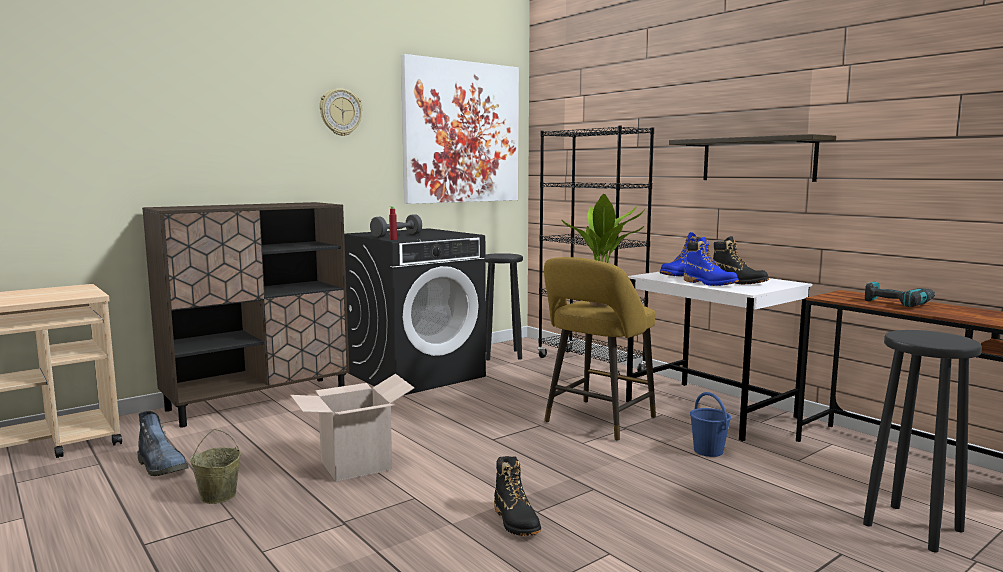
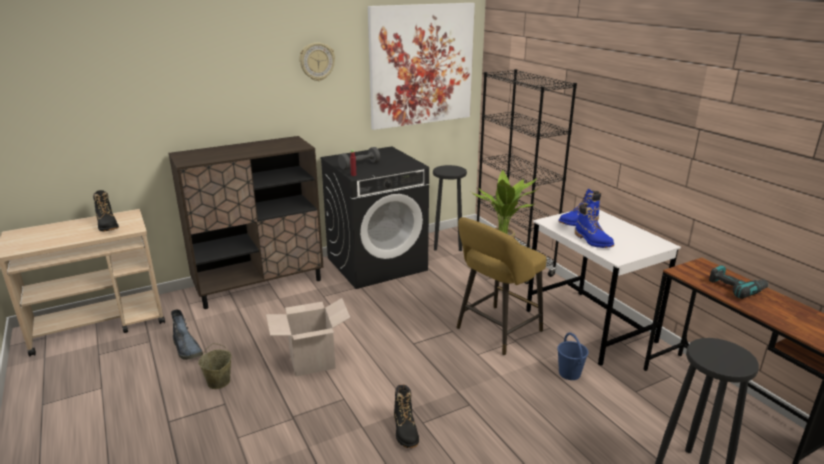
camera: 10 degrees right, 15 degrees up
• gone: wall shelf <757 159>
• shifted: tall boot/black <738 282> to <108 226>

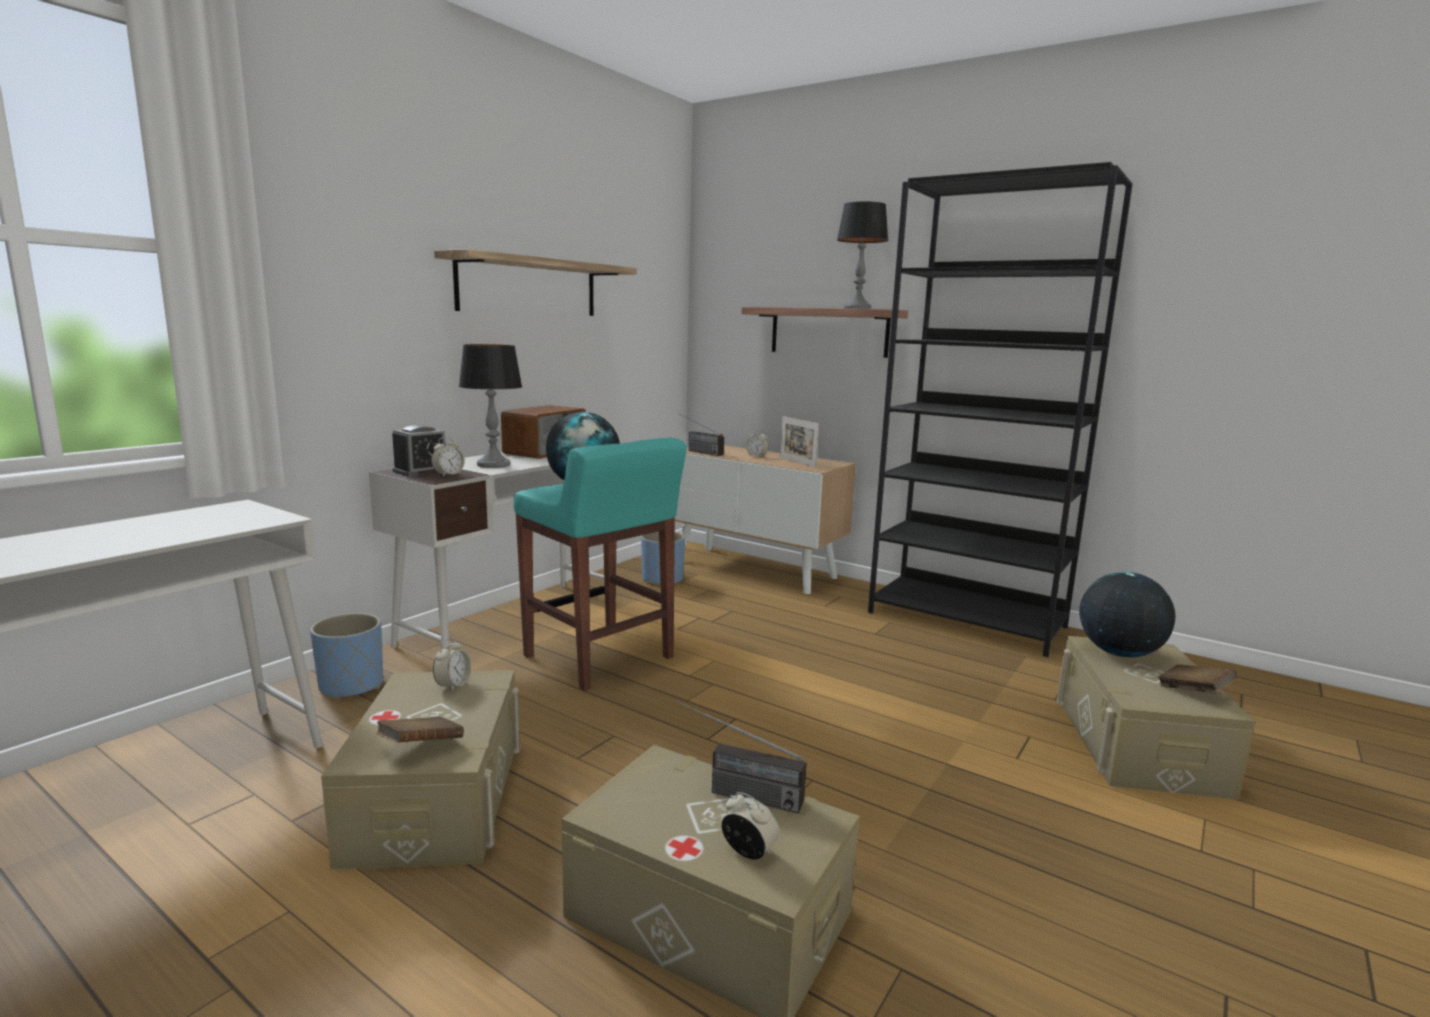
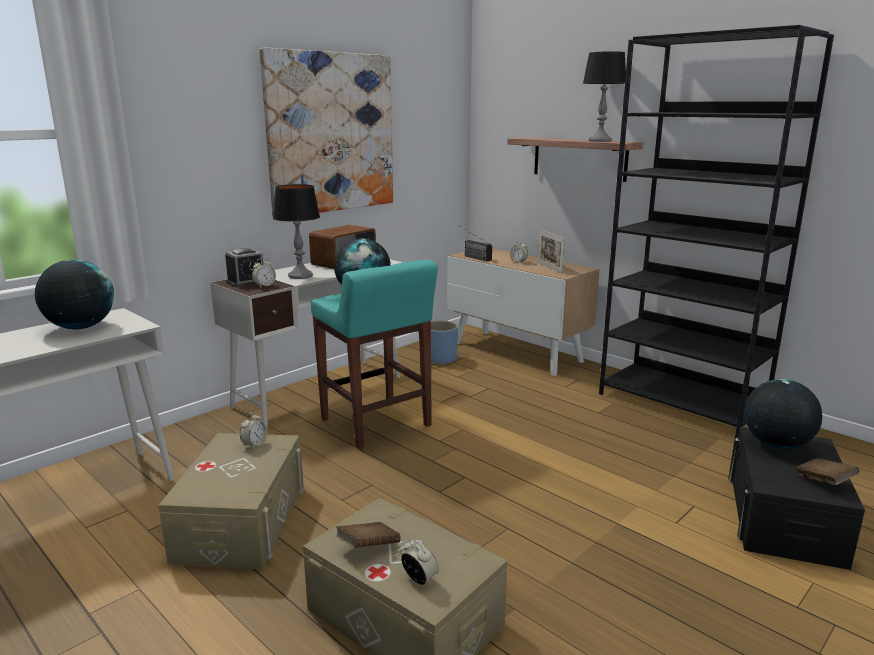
camera: 10 degrees right, 5 degrees up
• gone: flower pot/blue <351 686>
• shifted: bound book/brownish <421 747> to <368 547>
• swapped: wall shelf <529 287> to wall art <331 133>
• gone: radio <733 792>
• repainted: storage box/beige <1138 744> to storage box/black <784 518>
• new: globe <80 327>

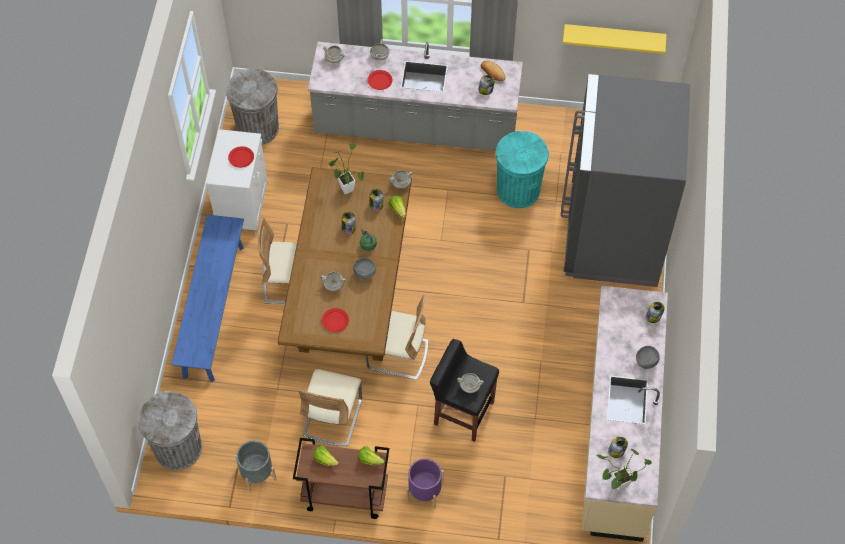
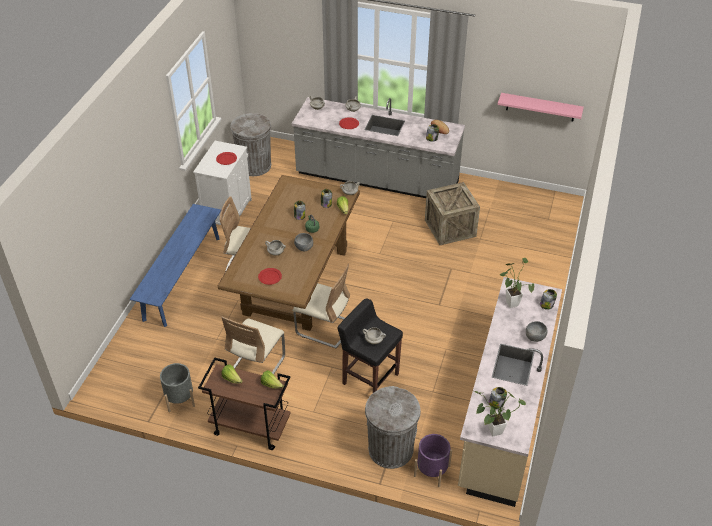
camera: 10 degrees right, 15 degrees down
• shifted: trash can/greyish <178 448> to <390 449>
• shifted: plant in a pot <346 187> to <511 302>
• shifted: flower pot/purple-coloured <424 491> to <432 471>
• swapped: trash can/turquoise <518 190> to shipping crate <450 228>
• gone: kitchen fridge/greyish <613 236>
• repainted: wall shelf/yellow-coloured <614 36> to wall shelf/pink <540 107>

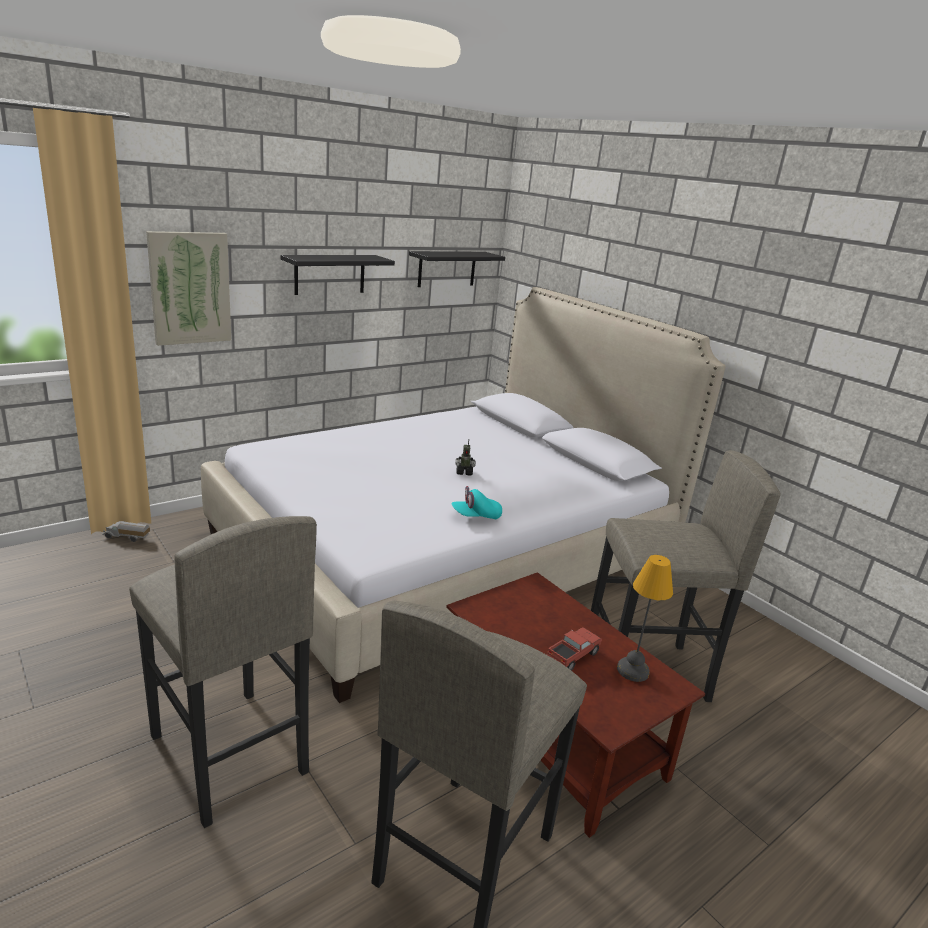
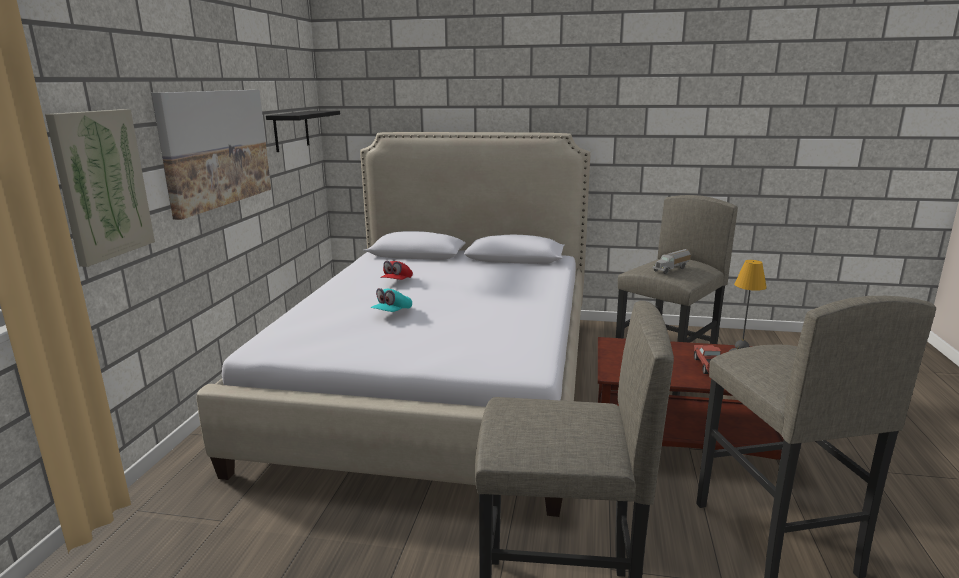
camera: 40 degrees left, 5 degrees down
• shifted: toy lorry <126 538> to <671 269>
• swapped: wall shelf/black <330 274> to wall art <216 148>
• shifted: baseball cap/turquoise <476 516> to <392 313>
• gone: robot figure <464 472>
• new: baseball cap/red-coloured <397 282>

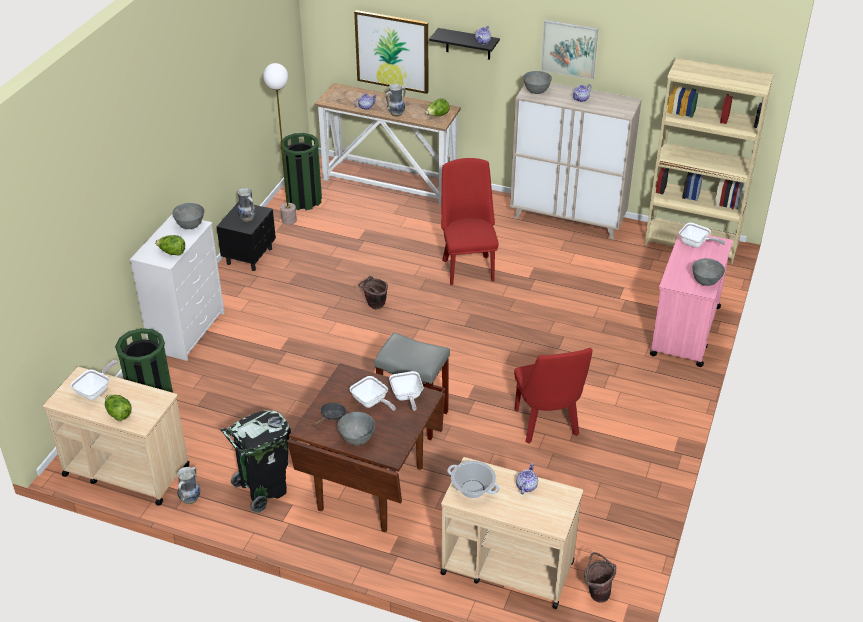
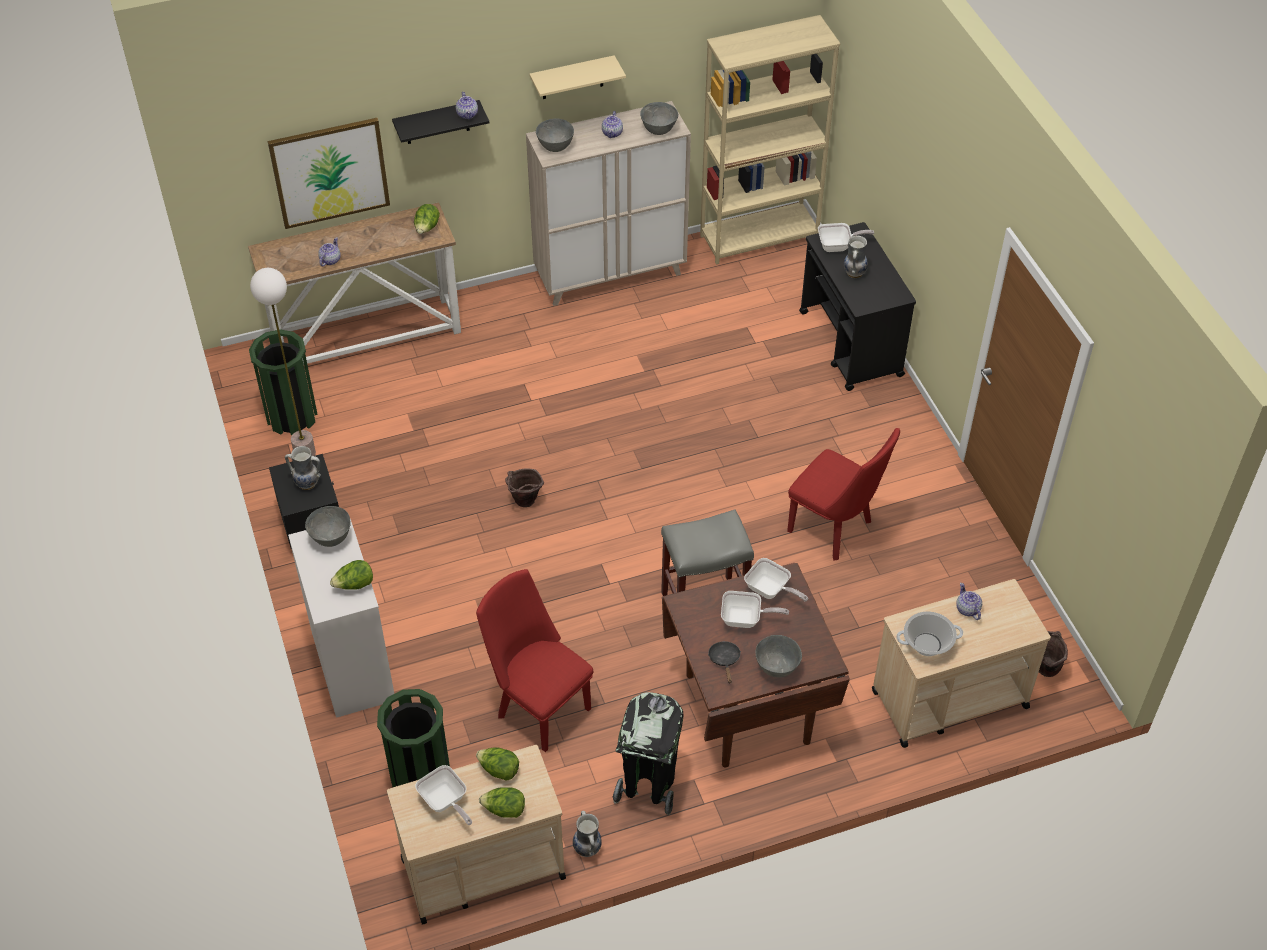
camera: 40 degrees left, 10 degrees up
• rotated: frying pan <96 391> = <445 802> 150 degrees clockwise
• shifted: vase <396 113> to <854 273>
• shifted: upright chair/red-coloured <467 267> to <538 707>
• swapped: wall art <569 49> to wall shelf/beige <572 78>
• repainted: cart/pink <685 331> to cart/black <851 344>
• shifted: serving bowl/greyish <705 282> to <658 130>
• new: lettuce head <499 770>

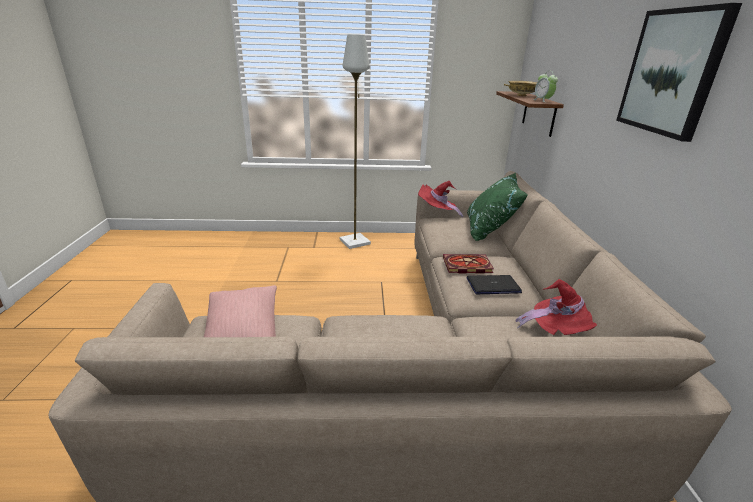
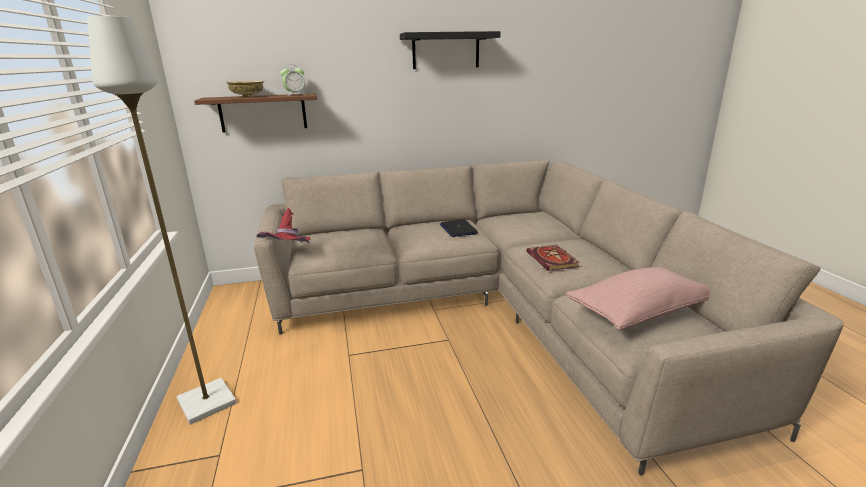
camera: 100 degrees left, 5 degrees down
• shifted: bound book <466 266> to <553 260>
• gone: throw pillow/green-coloured <489 230>
• gone: clothing hat/red-coloured <560 330>
• swapped: wall art <672 72> to wall shelf/black <446 50>

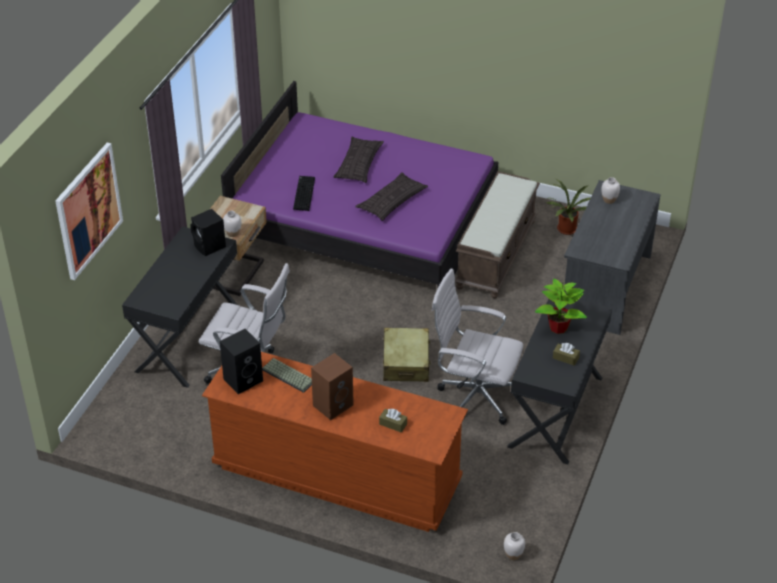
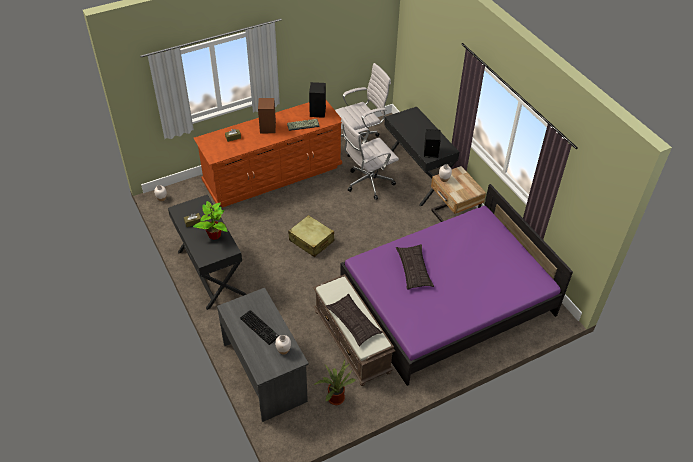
camera: 130 degrees right, 5 degrees up
• gone: wall art <88 210>
• shifted: keyboard <303 193> to <260 327>
• shifted: throw pillow <359 164> to <353 322>
• shifted: computer chair/whitish <473 397> to <360 142>

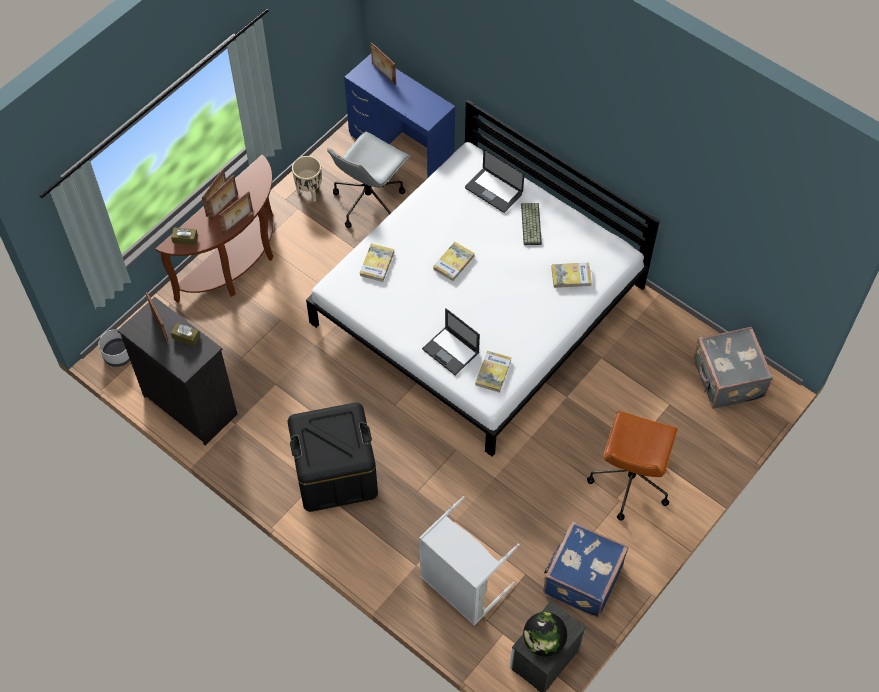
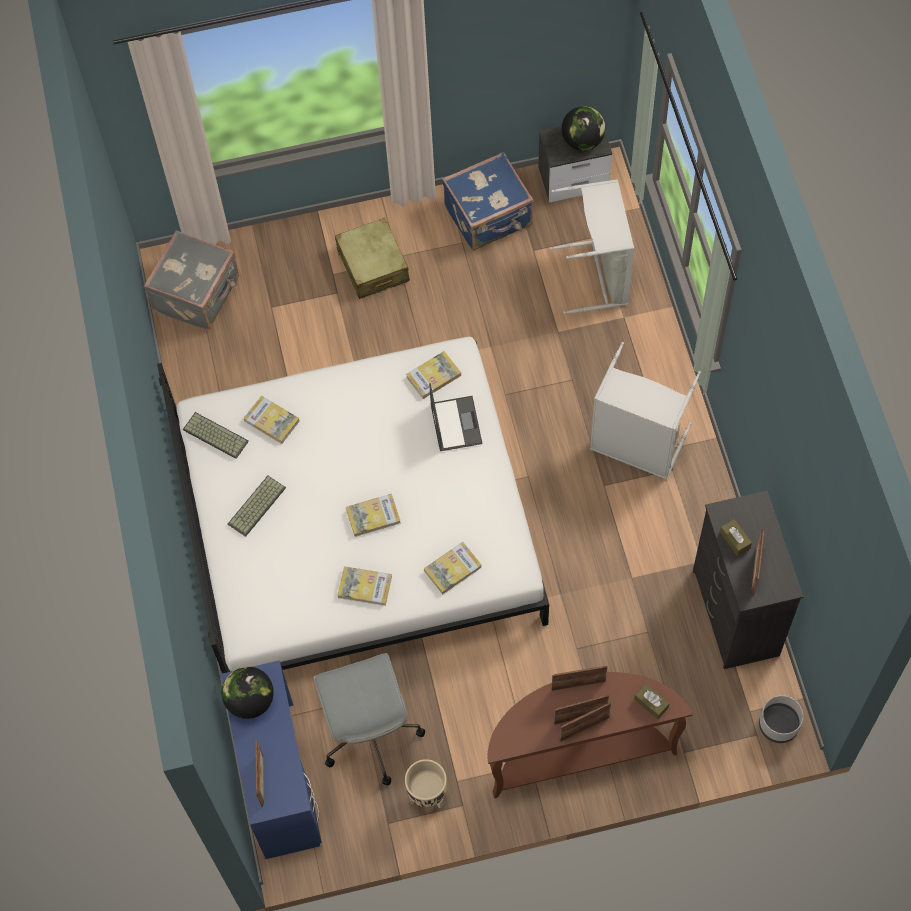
camera: 140 degrees left, 5 degrees up
• swapped: storage box/black <335 473> to hamper/greyish <636 446>
• rotated: computer chair/greyish <369 201> = <370 734> 90 degrees clockwise
• gone: laptop <493 191>
• swapped: computer chair/brownish <630 481> to piece of luggage/beige <373 266>
• new: keyboard <214 436>
• new: globe <250 701>
• new: bound book <365 587>

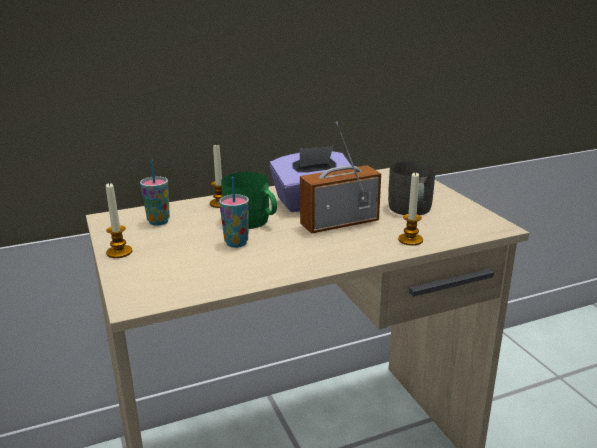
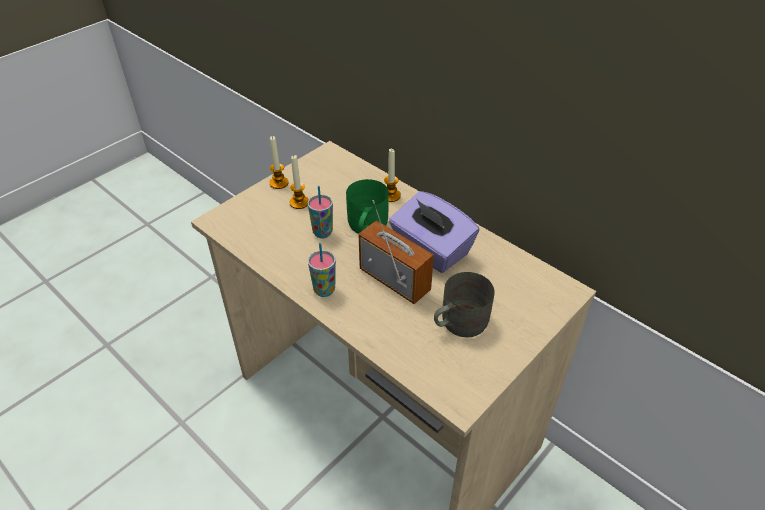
camera: 65 degrees right, 20 degrees up
• shifted: drinking cup <158 222> to <324 290>
• shifted: wax candle <410 240> to <299 202>

